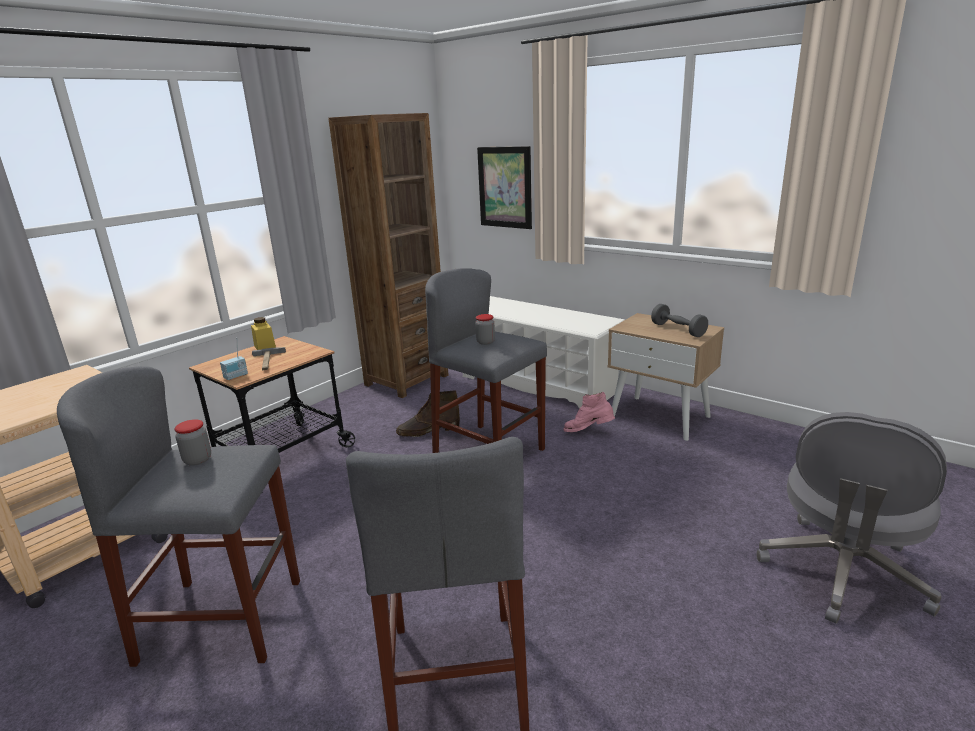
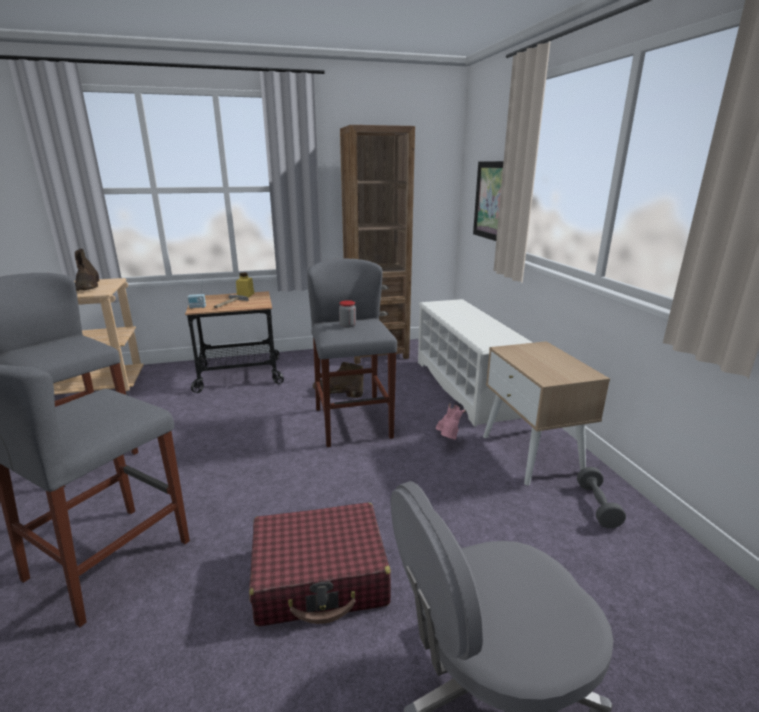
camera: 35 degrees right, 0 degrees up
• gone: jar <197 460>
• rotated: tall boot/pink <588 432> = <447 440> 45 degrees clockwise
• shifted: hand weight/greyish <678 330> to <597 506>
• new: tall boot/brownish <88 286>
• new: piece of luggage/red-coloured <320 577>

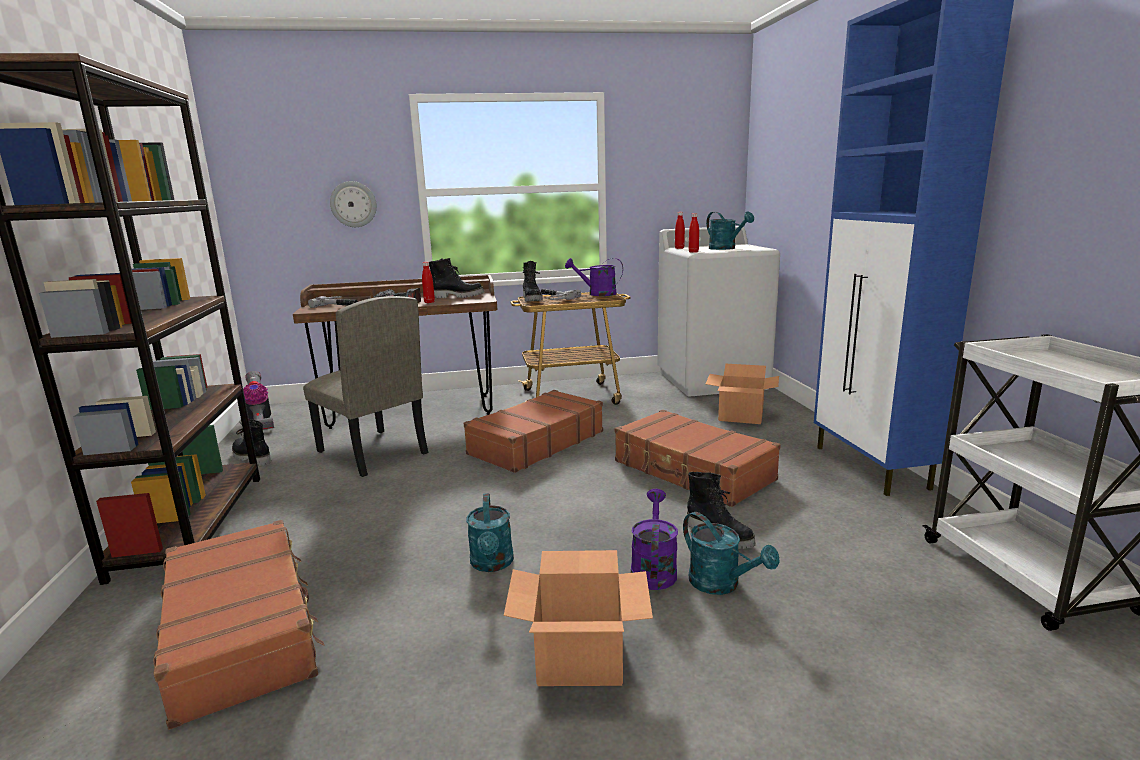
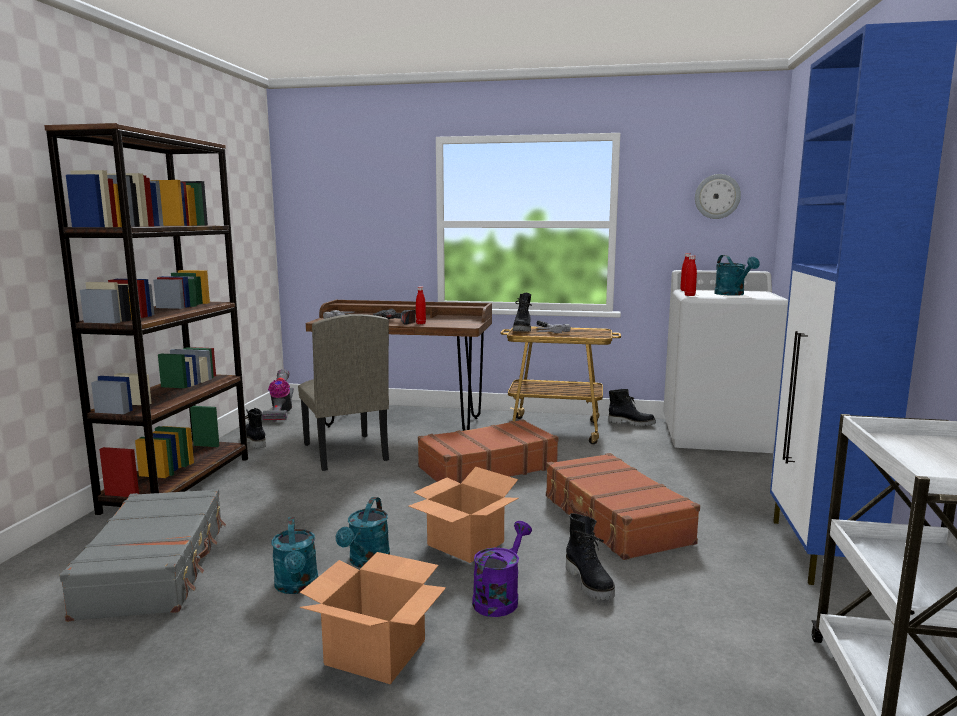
camera: 20 degrees right, 5 degrees down
• repainted: piece of luggage/brownish <243 630> to piece of luggage/greyish <156 568>
• shifted: wall clock <353 204> to <717 196>
• shifted: tall boot/black <458 296> to <631 423>
• gone: watering pot/purple-coloured <597 294>
• shifted: watering pot/turquoise <721 584> to <297 586>
• shifted: packing box <741 415> to <467 544>

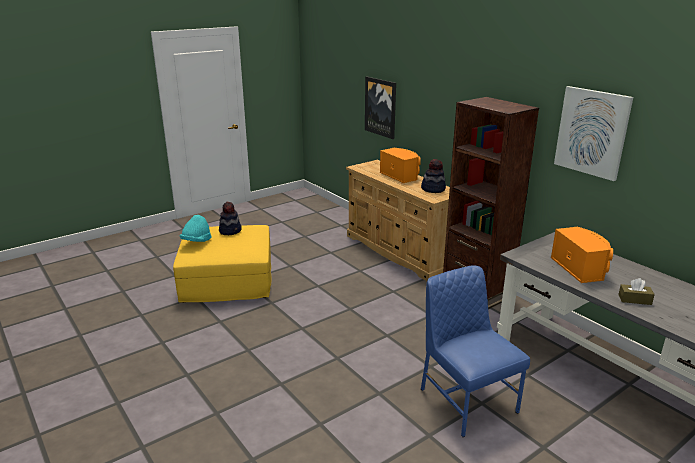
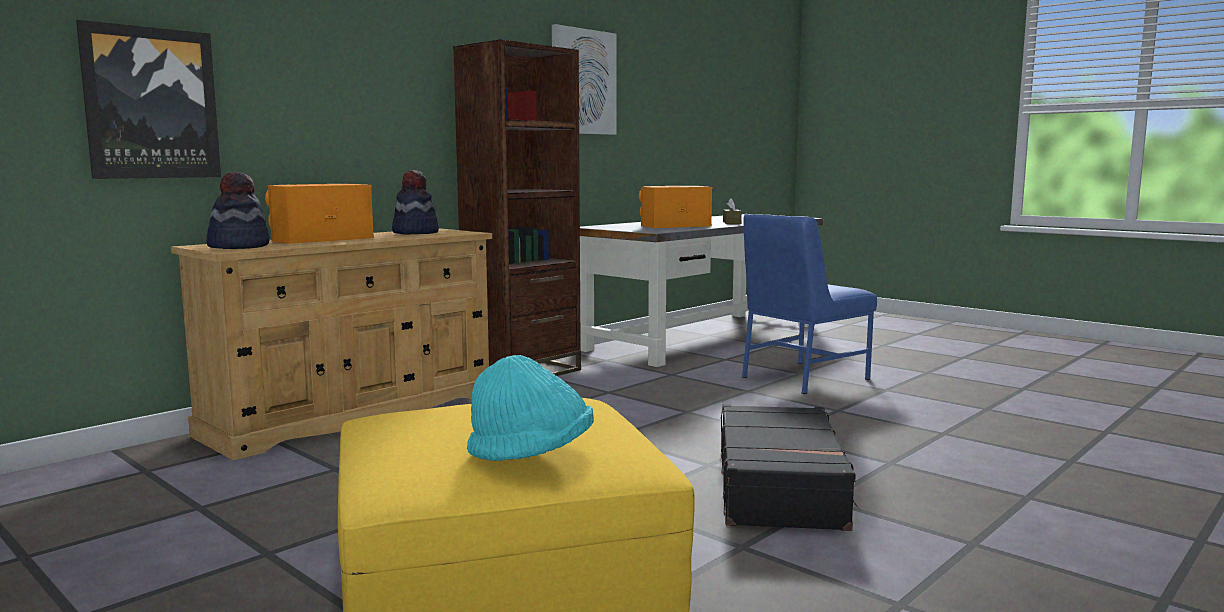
camera: 100 degrees left, 15 degrees down
• shifted: clothing hat <230 231> to <239 246>
• new: piece of luggage/black <781 486>

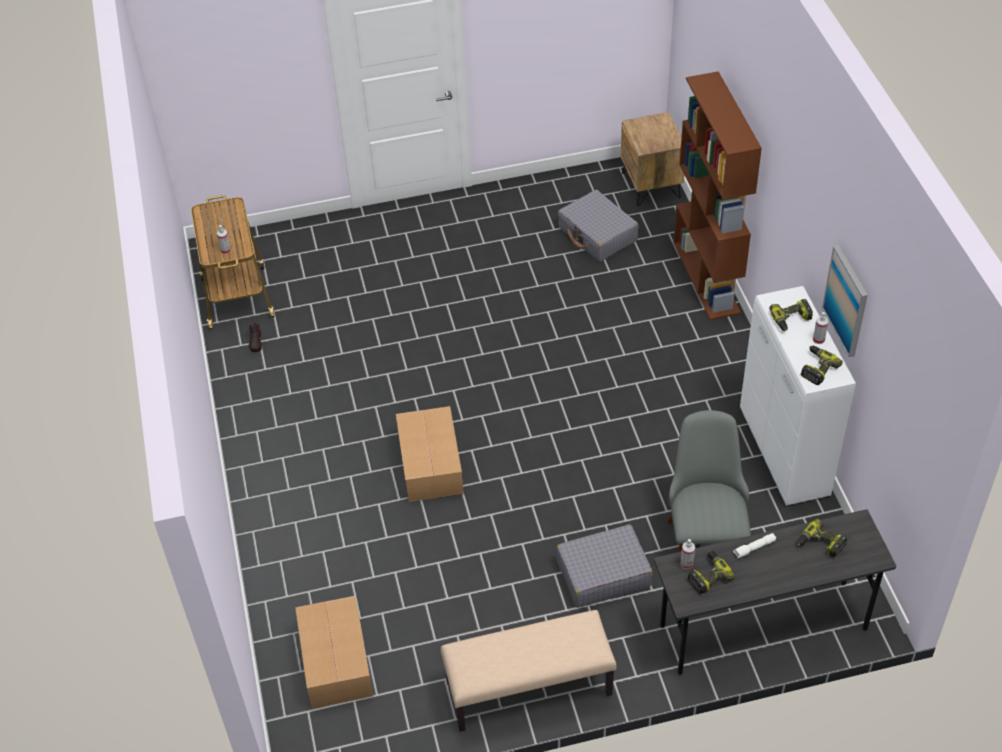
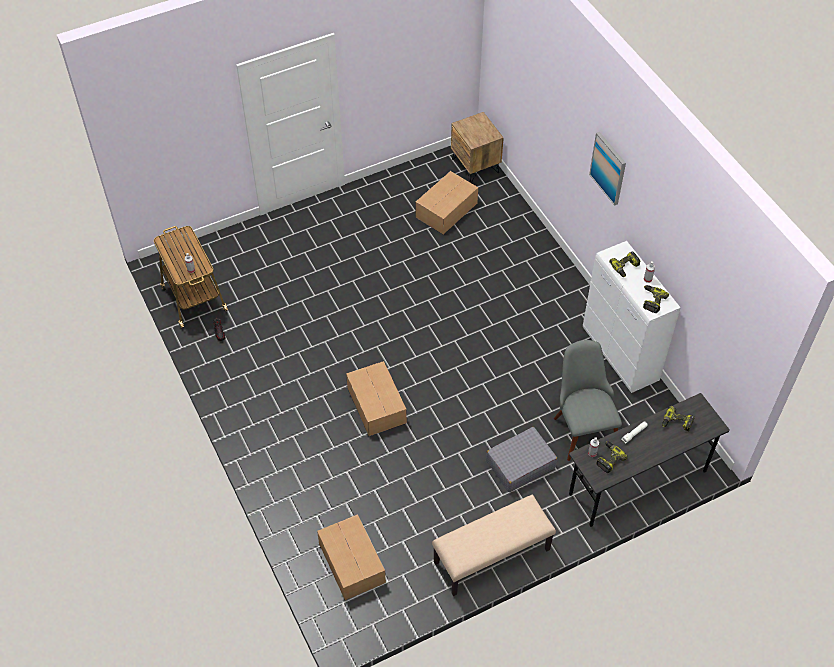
camera: 15 degrees left, 5 degrees up
• swapped: piece of luggage/greyish <597 234> to packing box <447 210>
• gone: bookcase/brownish <707 278>
• shifted: wall art <846 301> to <608 168>

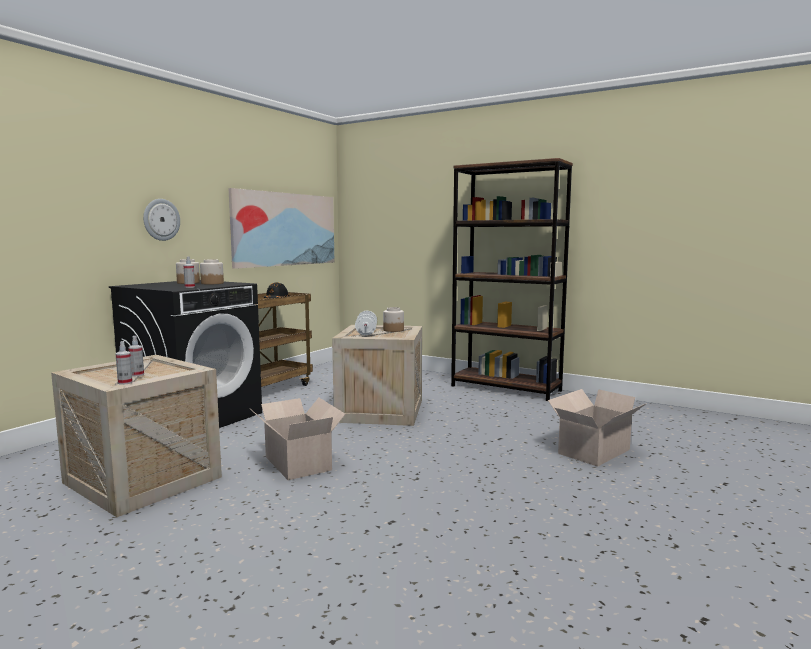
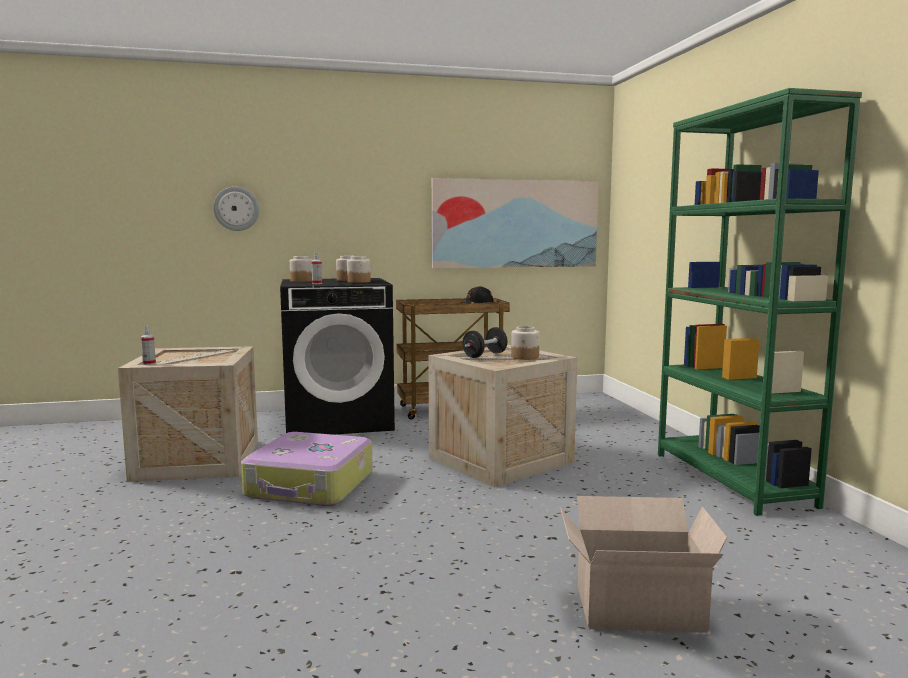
camera: 45 degrees right, 0 degrees up
• gone: sprayer <137 374>
• shifted: wall clock <161 219> to <236 208>
• swapped: packing box <297 462> to piece of luggage <310 485>
• repainted: hand weight/whitish <366 332> to hand weight/black <485 355>
• repainted: bookcase/brownish <506 388> to bookcase/green-coloured <731 479>
• new: jar <301 281>

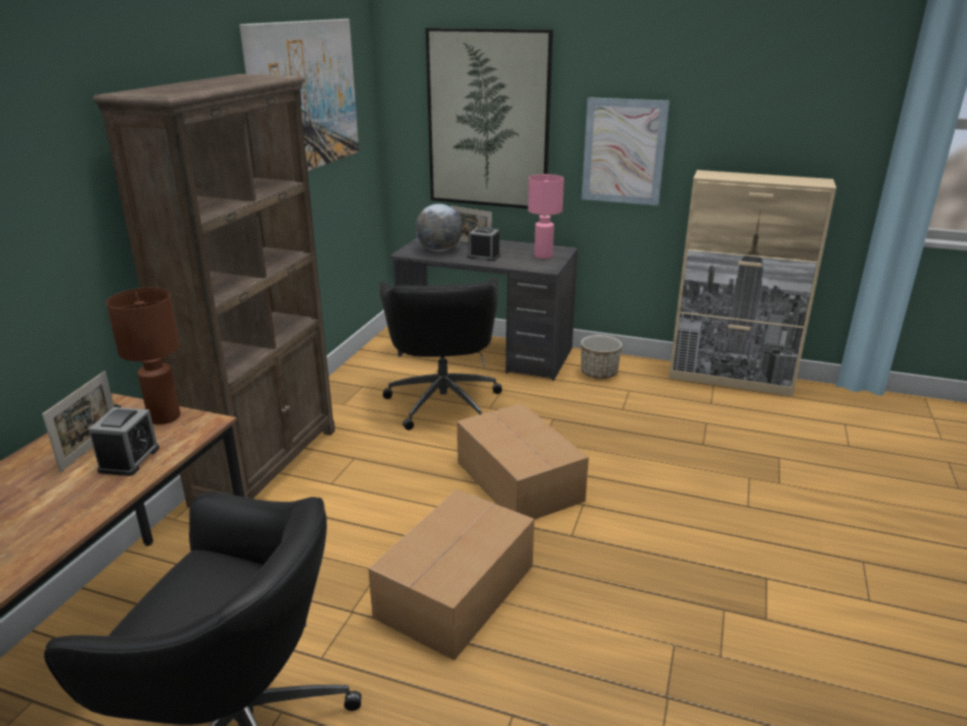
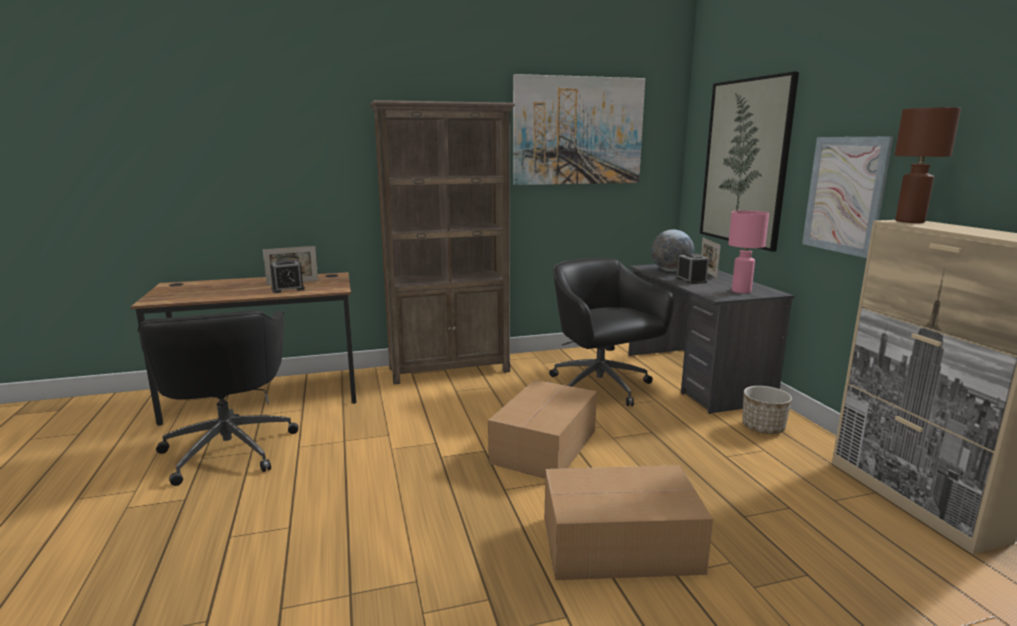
camera: 55 degrees right, 10 degrees down
• shifted: table lamp/brownish <164 418> to <909 221>
• shifted: packing box <458 590> to <622 545>
• rotated: computer chair/black <443 400> = <601 387> 105 degrees clockwise

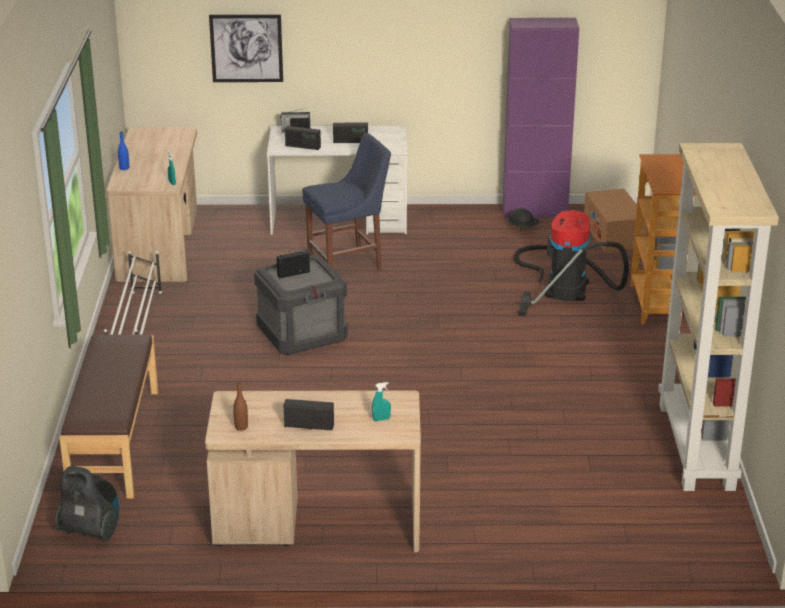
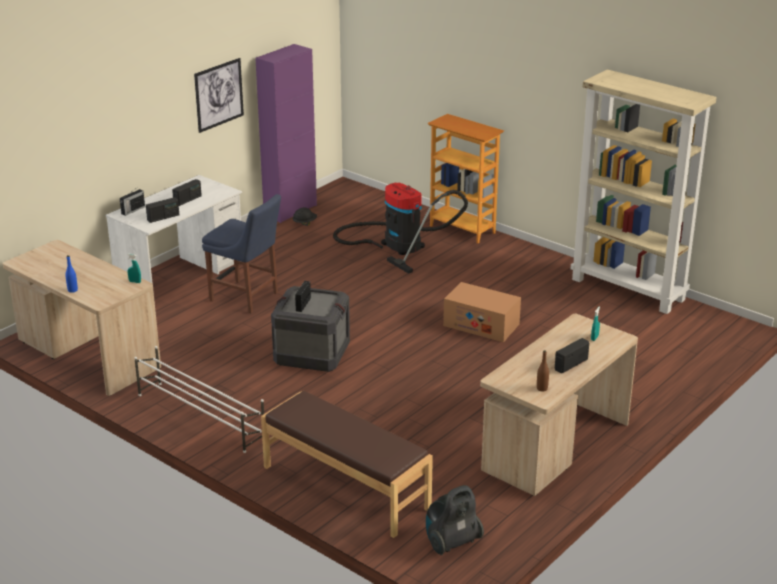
camera: 50 degrees left, 0 degrees up
• shifted: wall art <246 48> to <219 95>
• rotated: upright chair/blue <348 264> = <246 298> 105 degrees clockwise
• shifted: packing box <613 234> to <481 325>

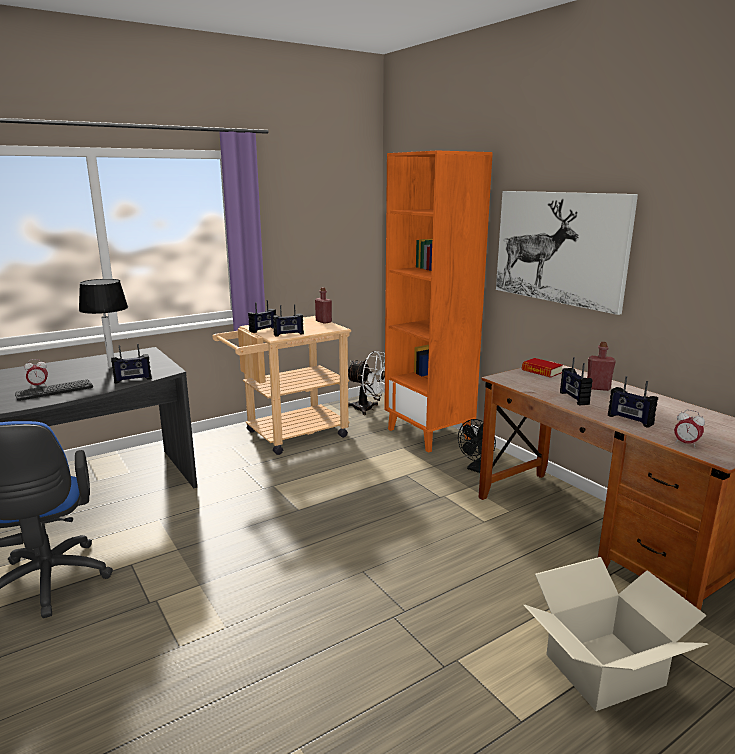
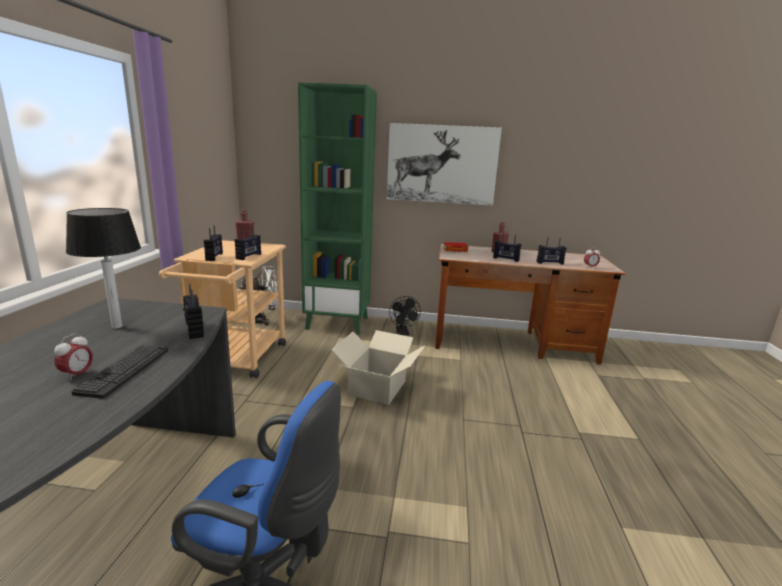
camera: 50 degrees left, 0 degrees up
• rotated: radio <133 380> = <194 330> 135 degrees clockwise
• repainted: bookcase/orange <429 434> to bookcase/green-coloured <338 323>
• shifted: packing box <605 670> to <378 387>

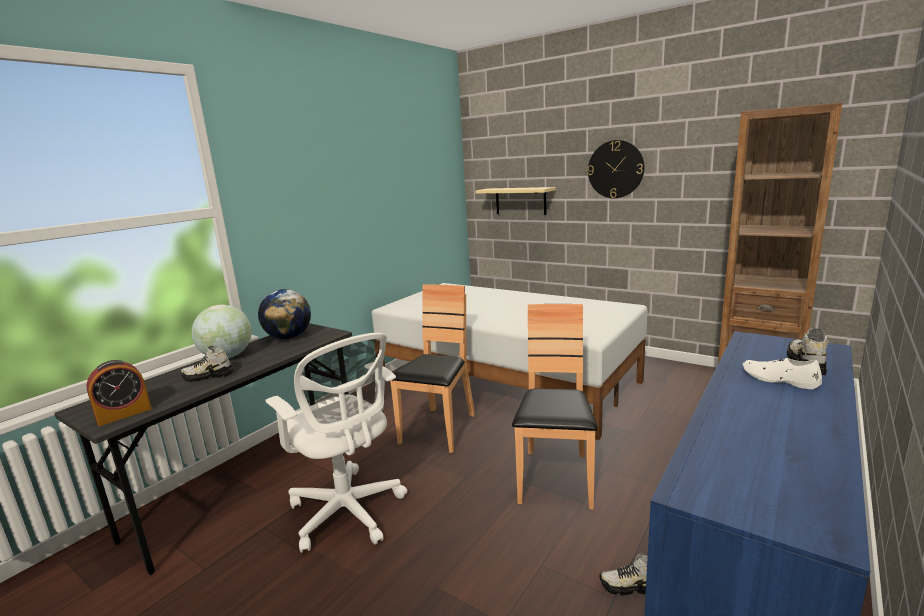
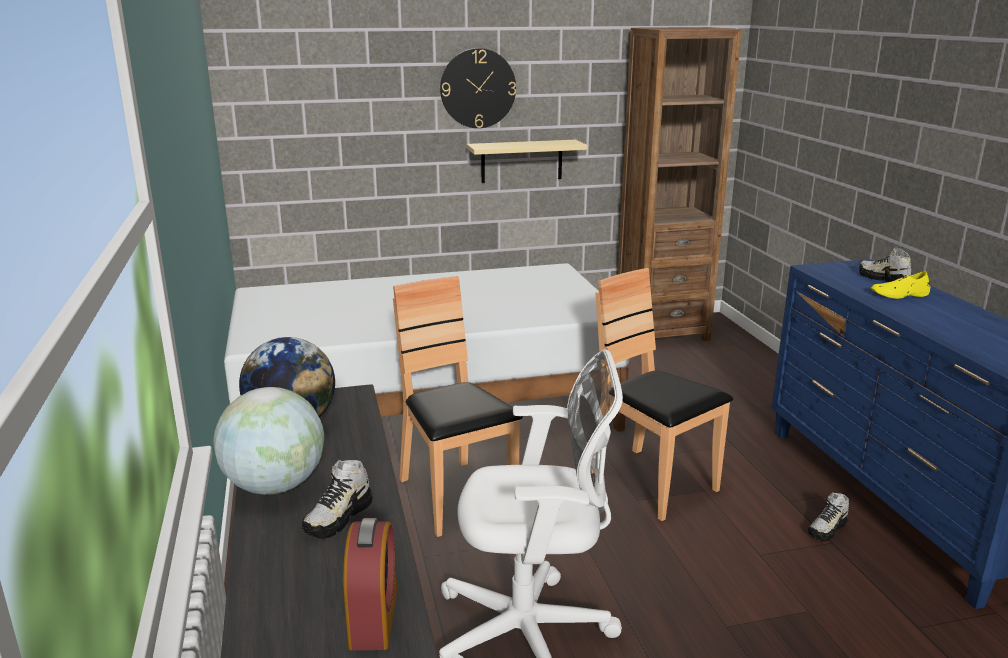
camera: 50 degrees left, 5 degrees up
• shifted: wall shelf/beige <520 201> to <521 161>
• repainted: shoe/whitish <779 379> to shoe/yellow-coloured <899 294>

